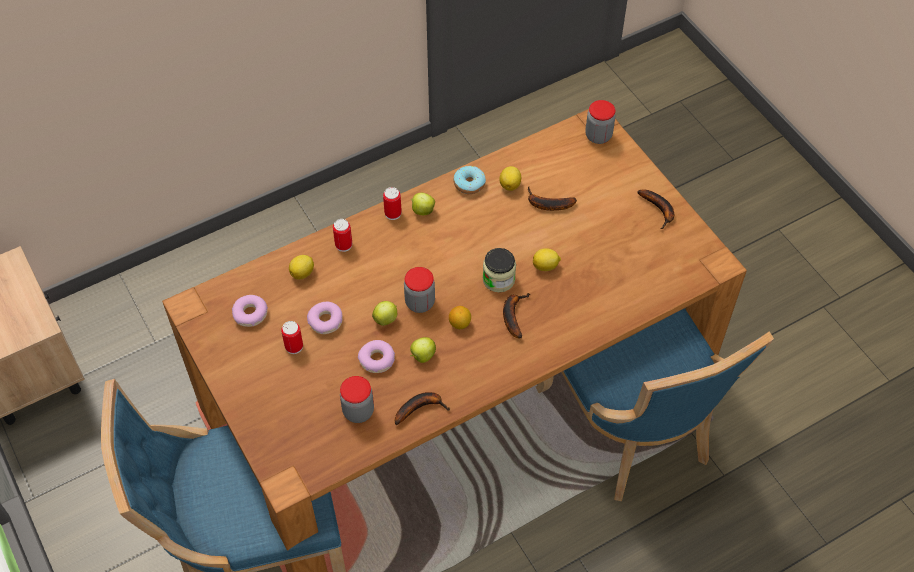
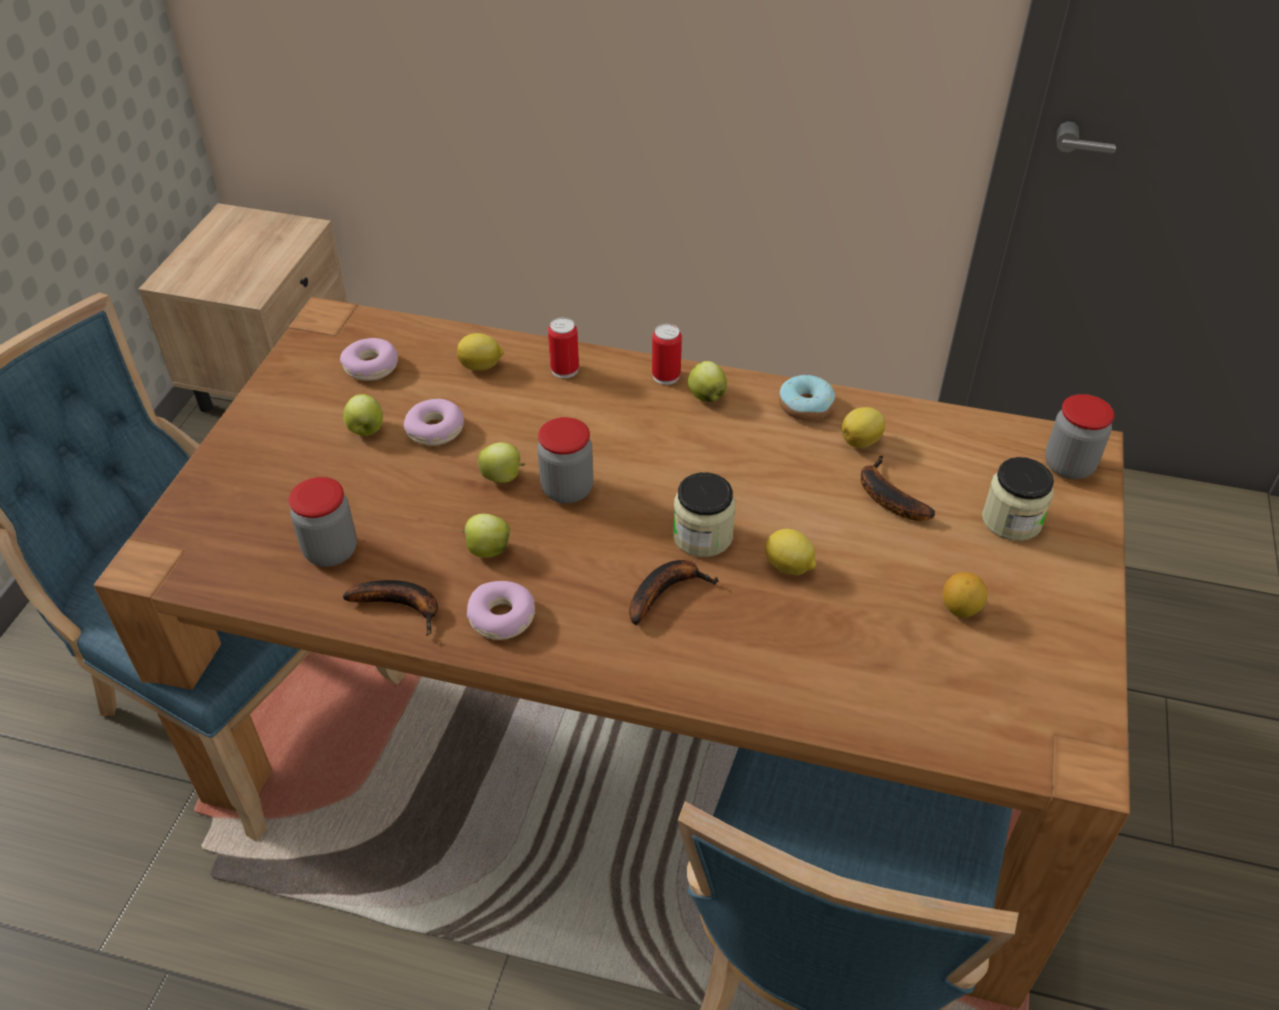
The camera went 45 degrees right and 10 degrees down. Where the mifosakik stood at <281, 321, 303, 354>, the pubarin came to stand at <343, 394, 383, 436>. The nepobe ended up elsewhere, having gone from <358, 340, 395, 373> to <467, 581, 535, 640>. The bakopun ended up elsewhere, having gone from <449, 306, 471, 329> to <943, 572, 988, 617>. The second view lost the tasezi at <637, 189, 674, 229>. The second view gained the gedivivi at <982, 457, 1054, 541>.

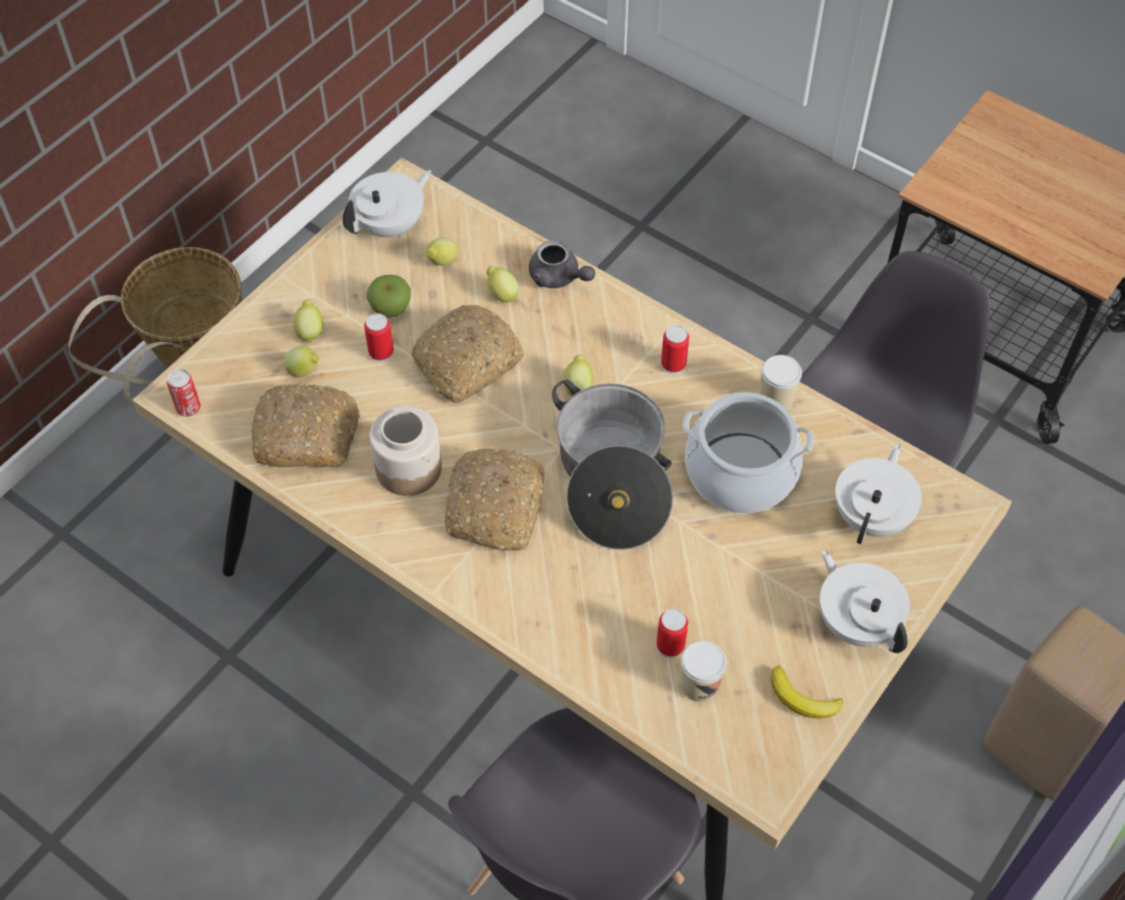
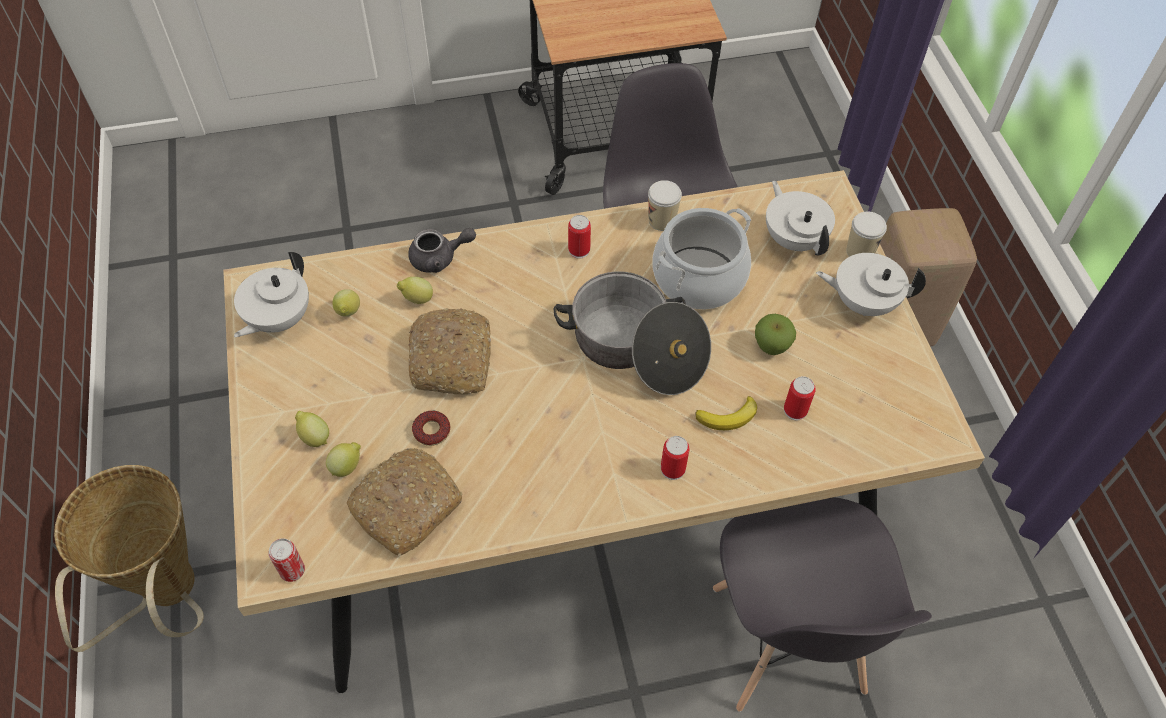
The camera went 50 degrees left and 0 degrees up. The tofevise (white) at <343, 170, 432, 238> ended up facing another way, 150 degrees counterclockwise from before. The mifosakik ended up elsewhere, having gone from <364, 313, 394, 362> to <661, 436, 689, 480>. The pubarin ended up elsewhere, having gone from <367, 275, 411, 318> to <755, 314, 796, 355>. The second view lost the gedivivi at <370, 406, 442, 496>. The second view lost the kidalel at <445, 448, 544, 551>. The second view lost the bakopun at <563, 355, 593, 396>. The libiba ended up elsewhere, having gone from <681, 641, 727, 702> to <846, 211, 887, 257>. The tasezi ended up elsewhere, having gone from <771, 666, 843, 718> to <696, 396, 757, 430>. The second view gained the nepobe at <412, 410, 450, 446>.

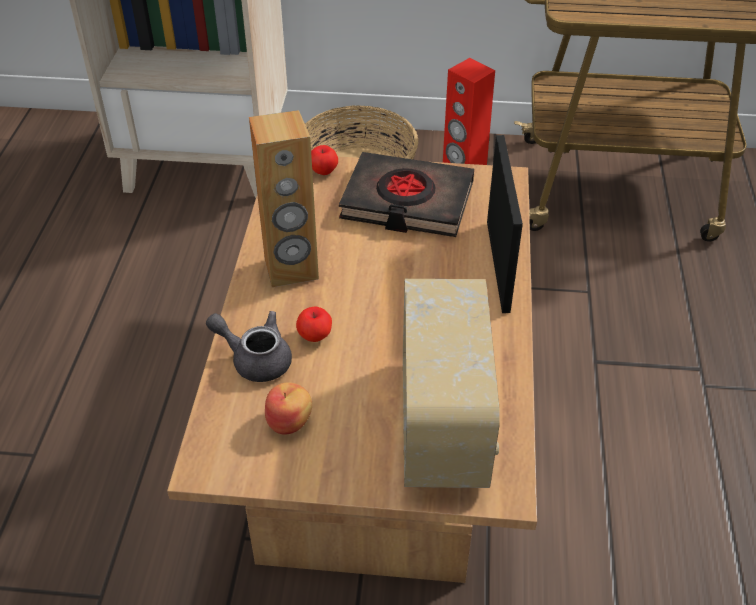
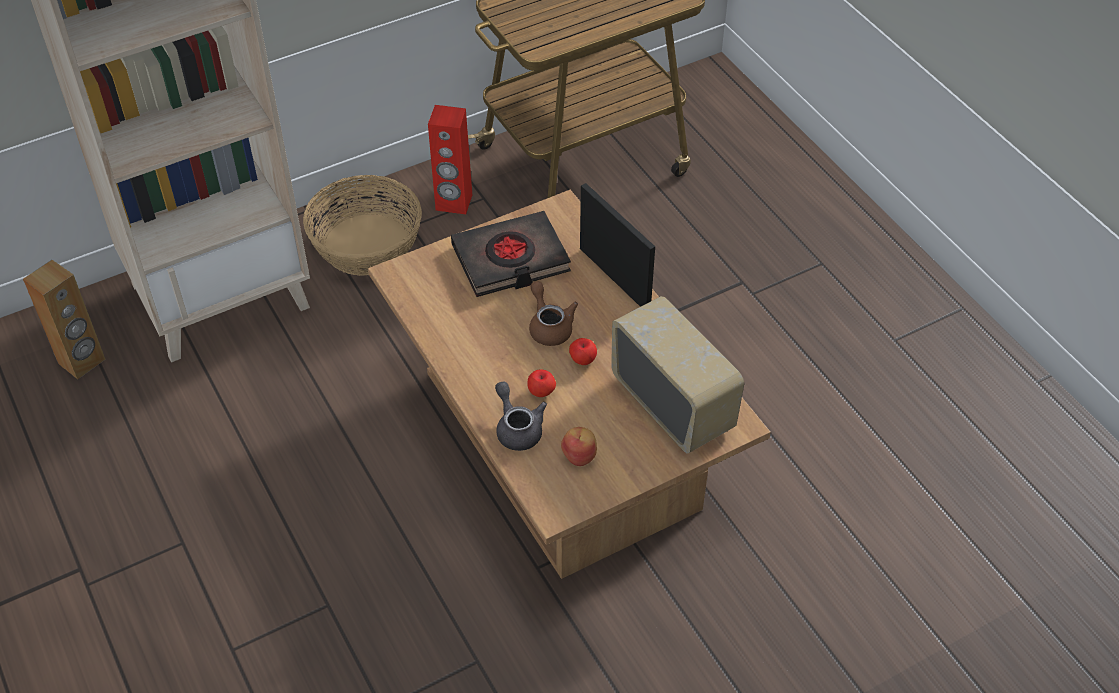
The camera went 35 degrees left and 5 degrees up. The tofevise (grey) at <206, 311, 292, 382> ended up facing another way, 75 degrees clockwise from before. The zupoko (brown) ended up elsewhere, having gone from <249, 110, 319, 287> to <23, 260, 106, 380>. The pubarin ended up elsewhere, having gone from <311, 145, 338, 175> to <569, 338, 597, 365>. The second view gained the tofevise (brown) at <529, 281, 578, 346>.

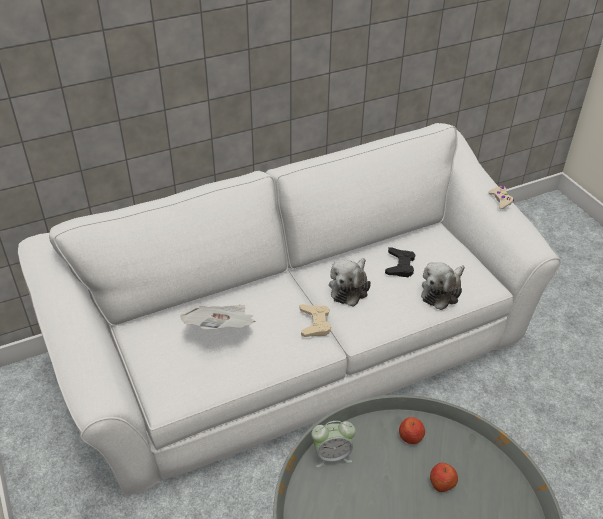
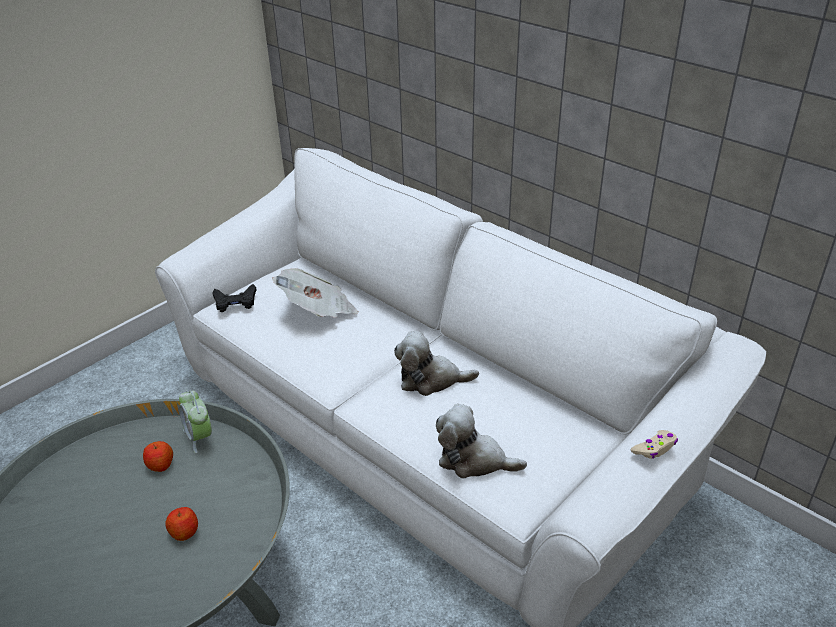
The camera went 70 degrees right and 5 degrees down. The second view lost the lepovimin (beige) at <299, 304, 331, 337>. The lepovimin (black) ended up elsewhere, having gone from <385, 247, 415, 277> to <212, 284, 256, 312>. The pubarin ended up elsewhere, having gone from <399, 417, 425, 444> to <143, 441, 173, 472>.

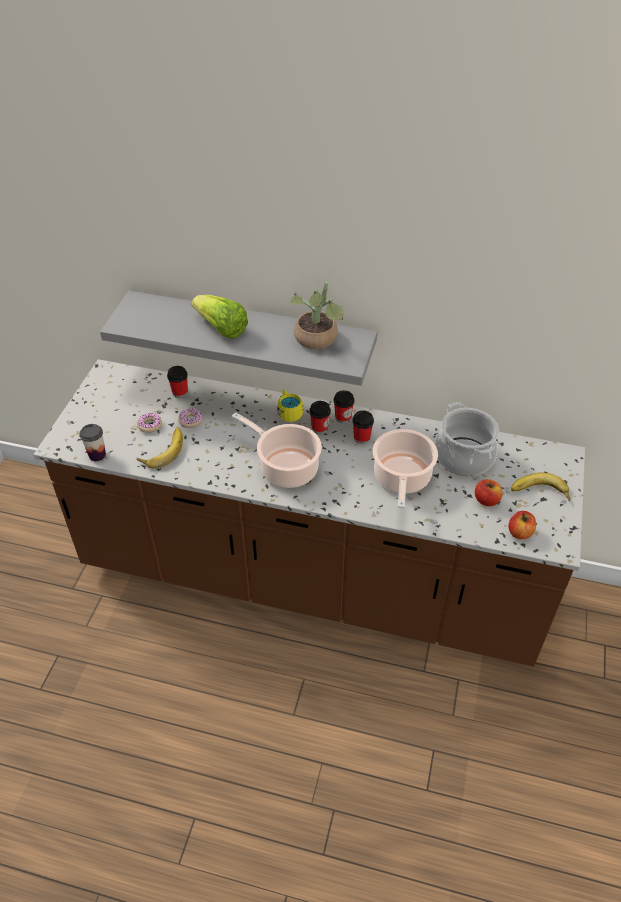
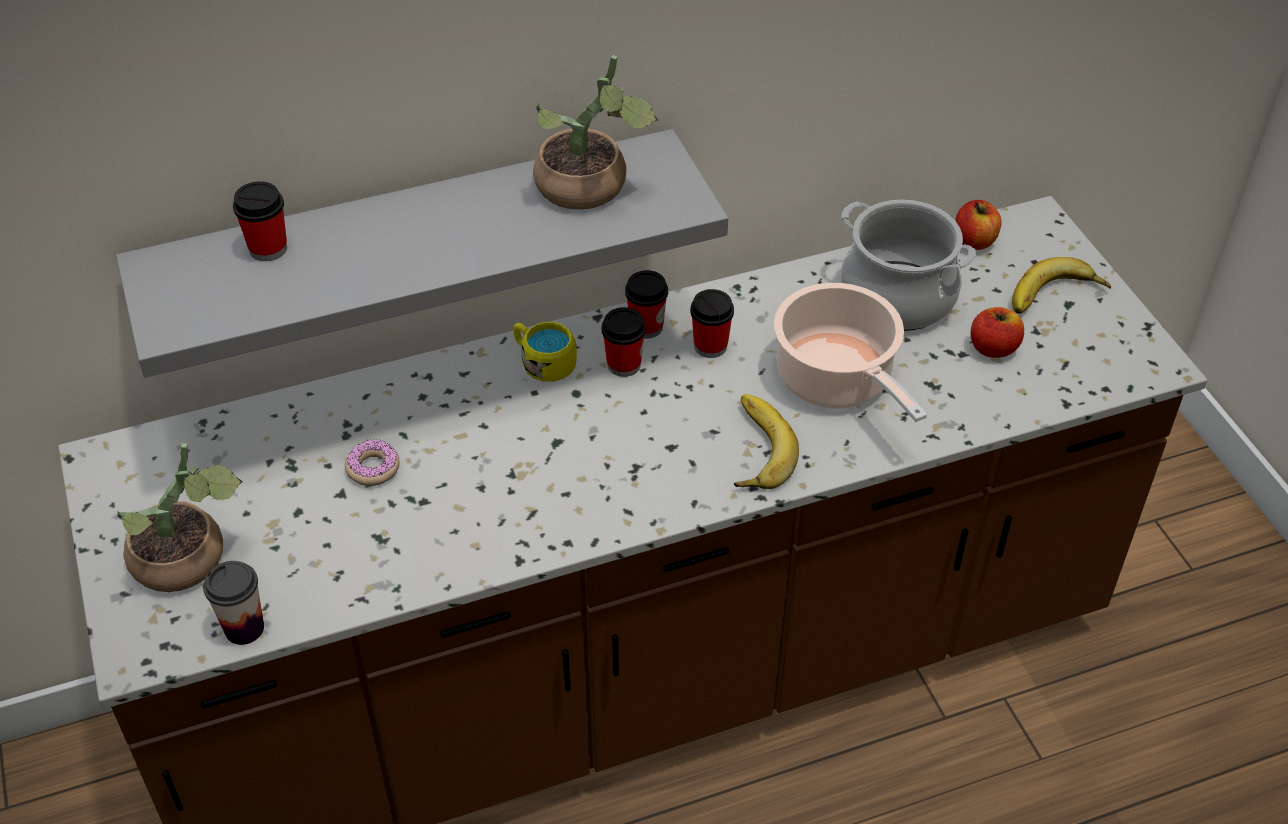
The camera went 35 degrees left and 0 degrees up. The second view lost the nepobe at <137, 413, 162, 433>. The tasezi ended up elsewhere, having gone from <137, 427, 183, 469> to <734, 394, 799, 489>. The libiba ended up elsewhere, having gone from <167, 366, 188, 398> to <233, 181, 287, 261>. The second view lost the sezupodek at <191, 295, 248, 339>. The second view lost the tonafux at <232, 412, 322, 488>. The pubarin ended up elsewhere, having gone from <509, 511, 536, 540> to <955, 200, 1002, 250>. The second view gained the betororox at <117, 443, 243, 592>.

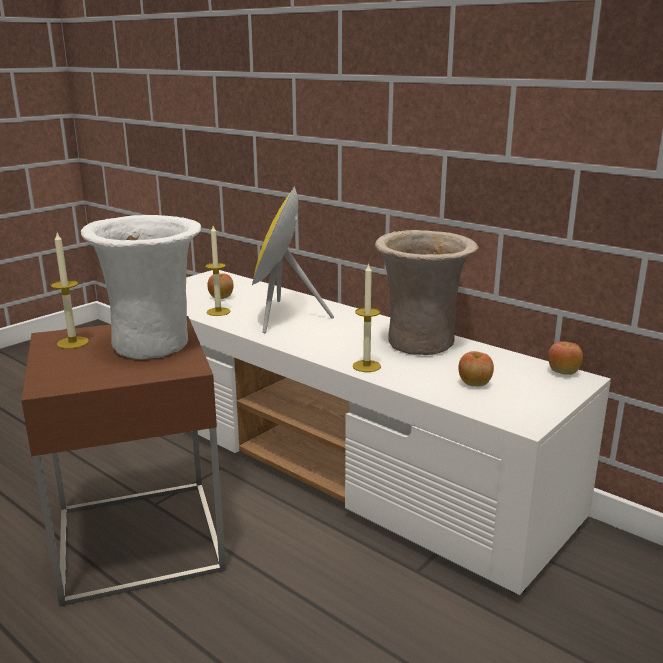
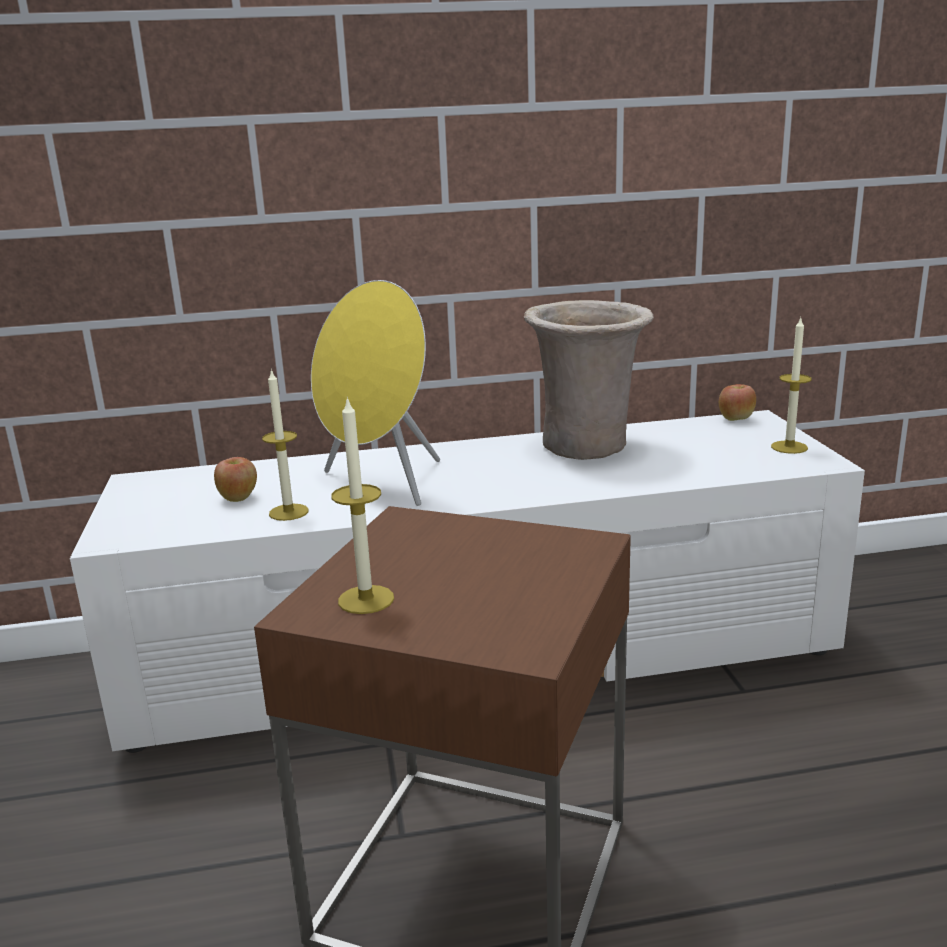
The camera went 50 degrees left and 0 degrees up. The second view lost the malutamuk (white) at <81, 215, 201, 359>. The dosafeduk ended up elsewhere, having gone from <353, 263, 381, 372> to <771, 316, 812, 454>. The second view lost the pubarin at <458, 351, 494, 386>.

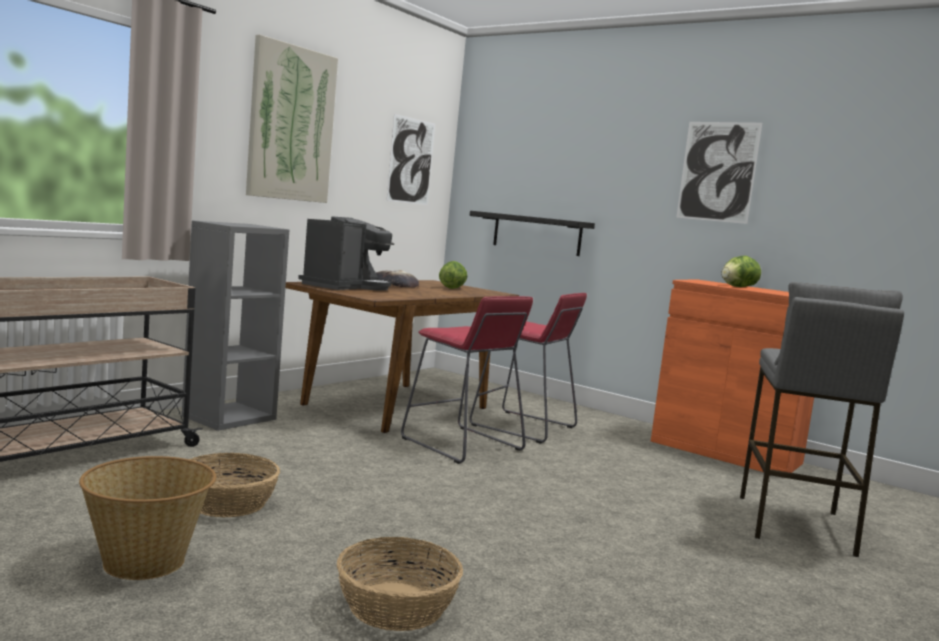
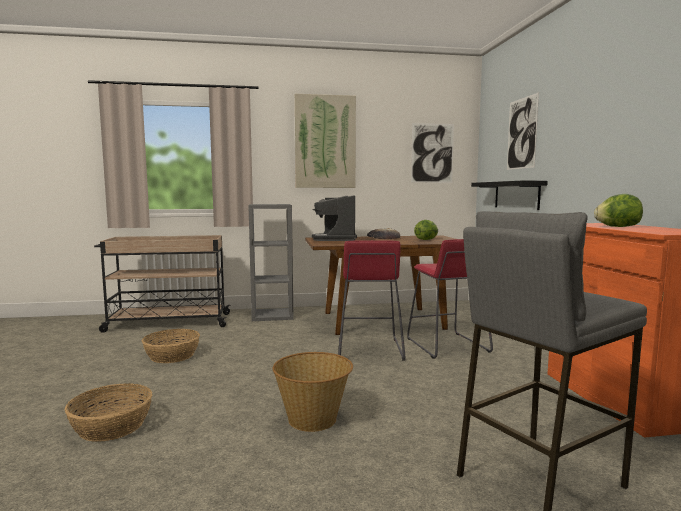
The camera went 45 degrees right and 0 degrees up. The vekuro ended up elsewhere, having gone from <79, 456, 216, 580> to <273, 352, 353, 432>. The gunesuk at <298, 216, 394, 291> ended up facing another way, 105 degrees clockwise from before. The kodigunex ended up elsewhere, having gone from <676, 122, 762, 224> to <507, 92, 539, 170>.

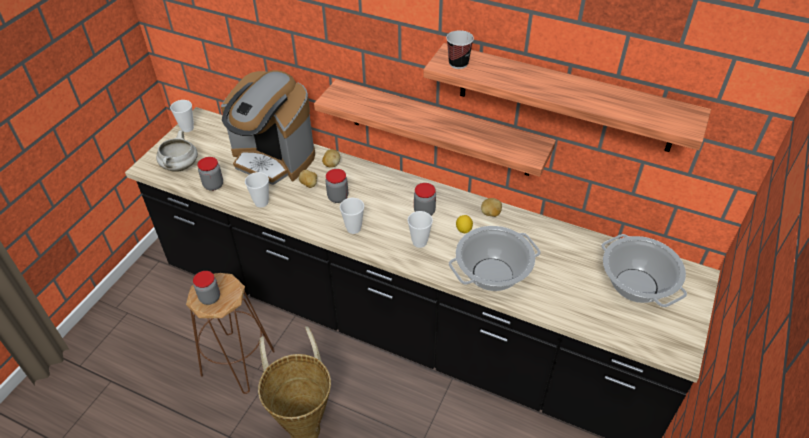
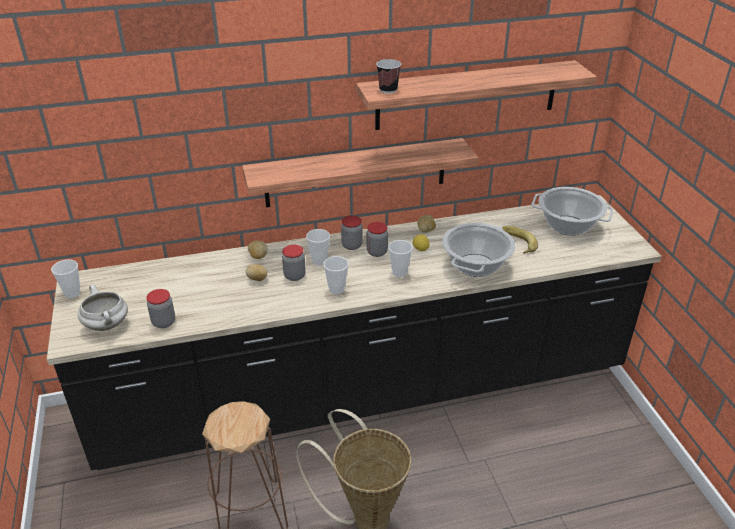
The camera went 40 degrees left and 10 degrees down. The gedivivi ended up elsewhere, having gone from <193, 271, 220, 305> to <341, 215, 363, 250>. The second view lost the gunesuk at <221, 70, 315, 185>. The libiba ended up elsewhere, having gone from <245, 172, 269, 208> to <306, 229, 330, 265>. The second view gained the tasezi at <502, 226, 538, 254>.

